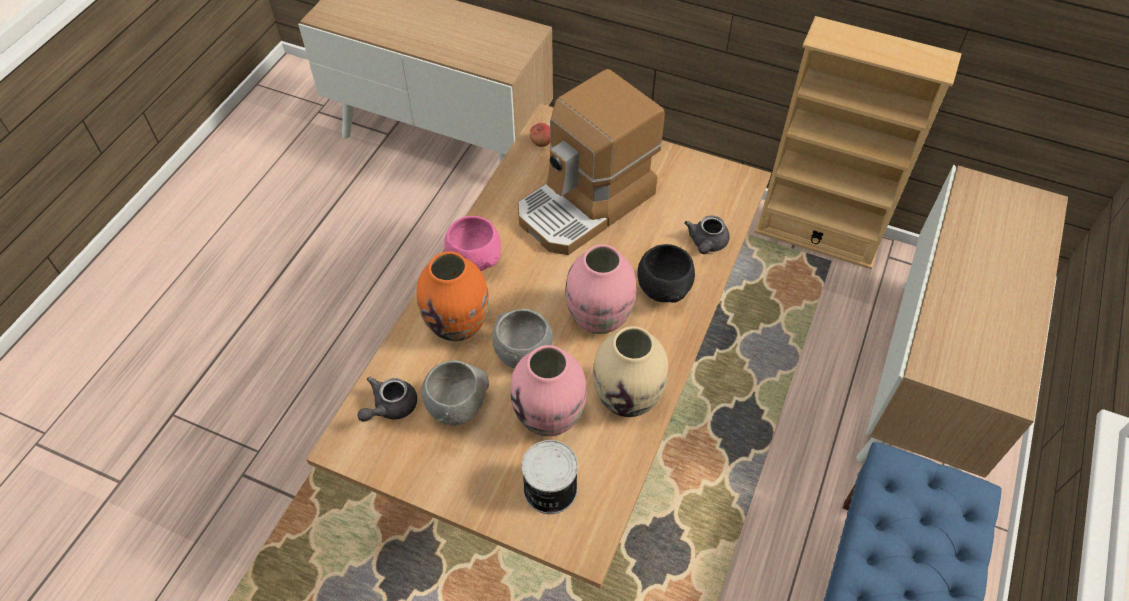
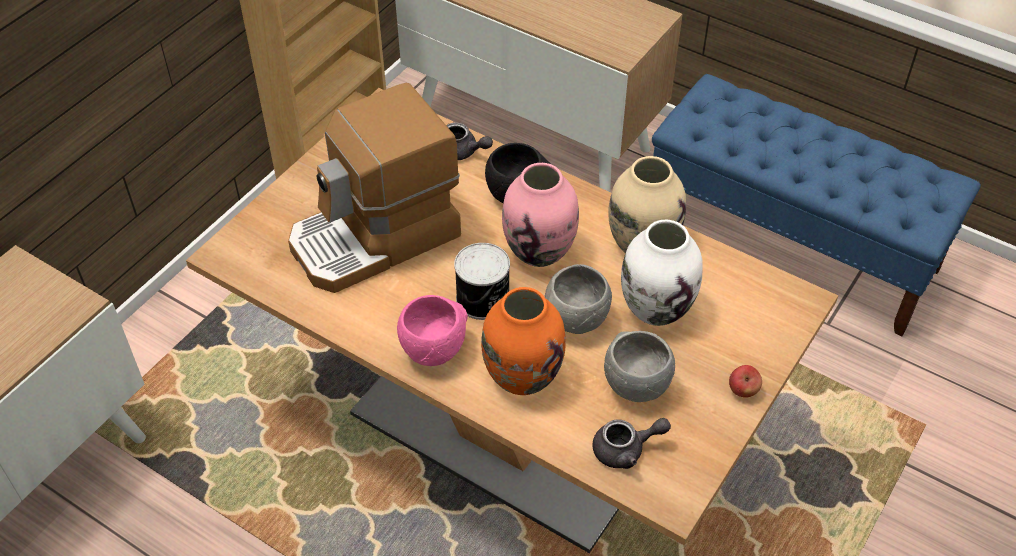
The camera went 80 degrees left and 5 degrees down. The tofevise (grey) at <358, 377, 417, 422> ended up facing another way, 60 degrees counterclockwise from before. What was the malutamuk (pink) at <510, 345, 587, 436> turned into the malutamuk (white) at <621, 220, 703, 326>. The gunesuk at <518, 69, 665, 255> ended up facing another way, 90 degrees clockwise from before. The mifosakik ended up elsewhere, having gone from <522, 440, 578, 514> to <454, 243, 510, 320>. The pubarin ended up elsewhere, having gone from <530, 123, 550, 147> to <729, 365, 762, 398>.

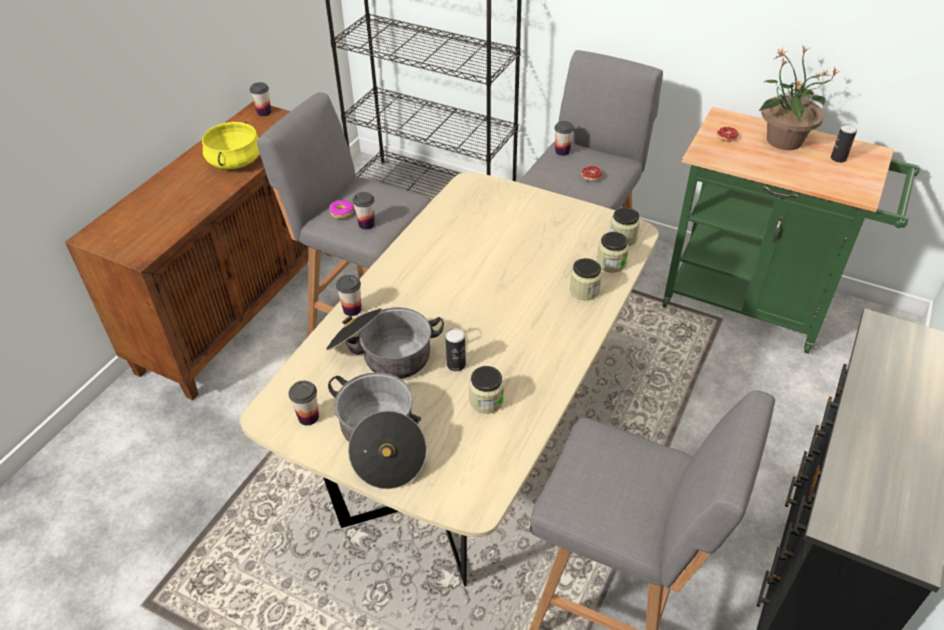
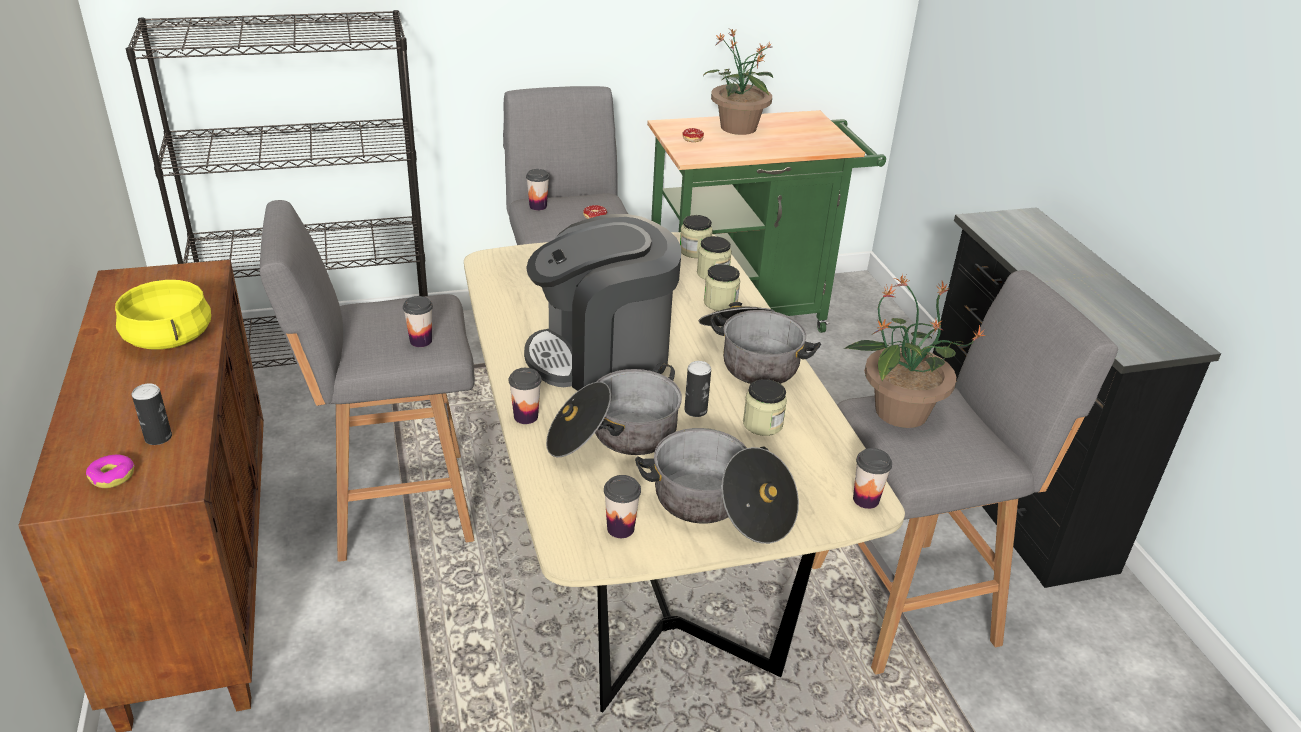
The camera went 45 degrees left and 10 degrees down. The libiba ended up elsewhere, having gone from <250, 82, 271, 116> to <853, 448, 892, 509>. The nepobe ended up elsewhere, having gone from <330, 200, 354, 219> to <86, 455, 135, 488>. The mifosakik ended up elsewhere, having gone from <831, 124, 857, 163> to <132, 384, 172, 445>. The second view gained the gunesuk at <524, 214, 681, 391>. The second view gained the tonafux at <699, 302, 821, 384>. The second view gained the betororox at <844, 274, 986, 428>.

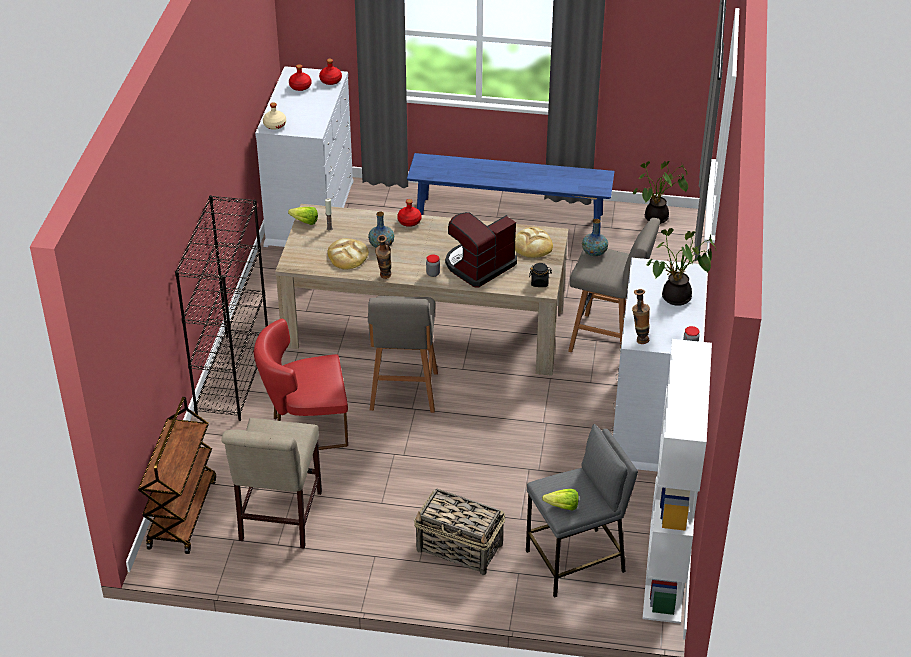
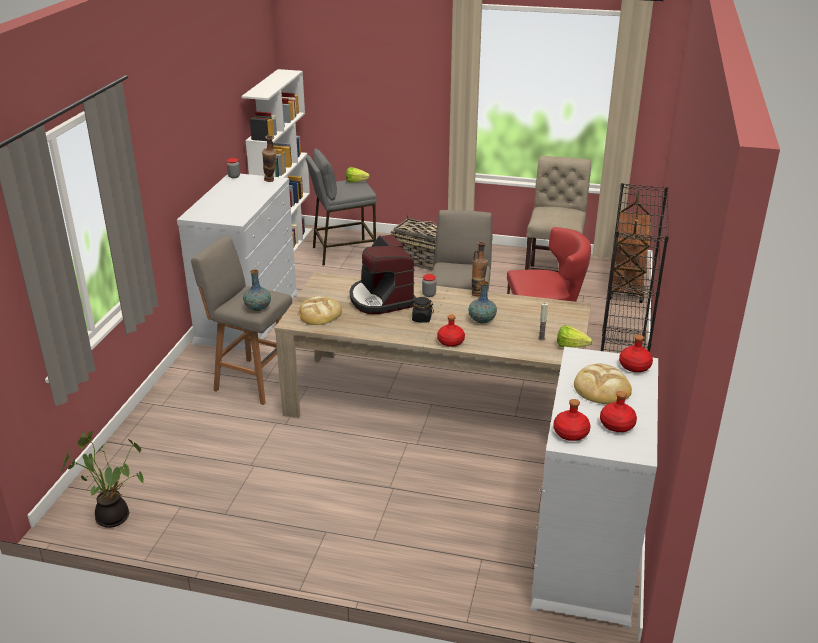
The camera went 175 degrees left and 10 degrees down. What was the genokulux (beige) at <263, 102, 286, 130> turned into the genokulux (red) at <619, 335, 653, 372>. The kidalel ended up elsewhere, having gone from <327, 238, 369, 270> to <574, 363, 632, 404>. The second view lost the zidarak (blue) at <407, 153, 615, 233>. The gunesuk at <445, 212, 517, 287> ended up facing another way, 105 degrees clockwise from before. The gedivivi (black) ended up elsewhere, having gone from <529, 263, 552, 287> to <410, 297, 434, 323>. The second view lost the betororox at <647, 228, 716, 306>.

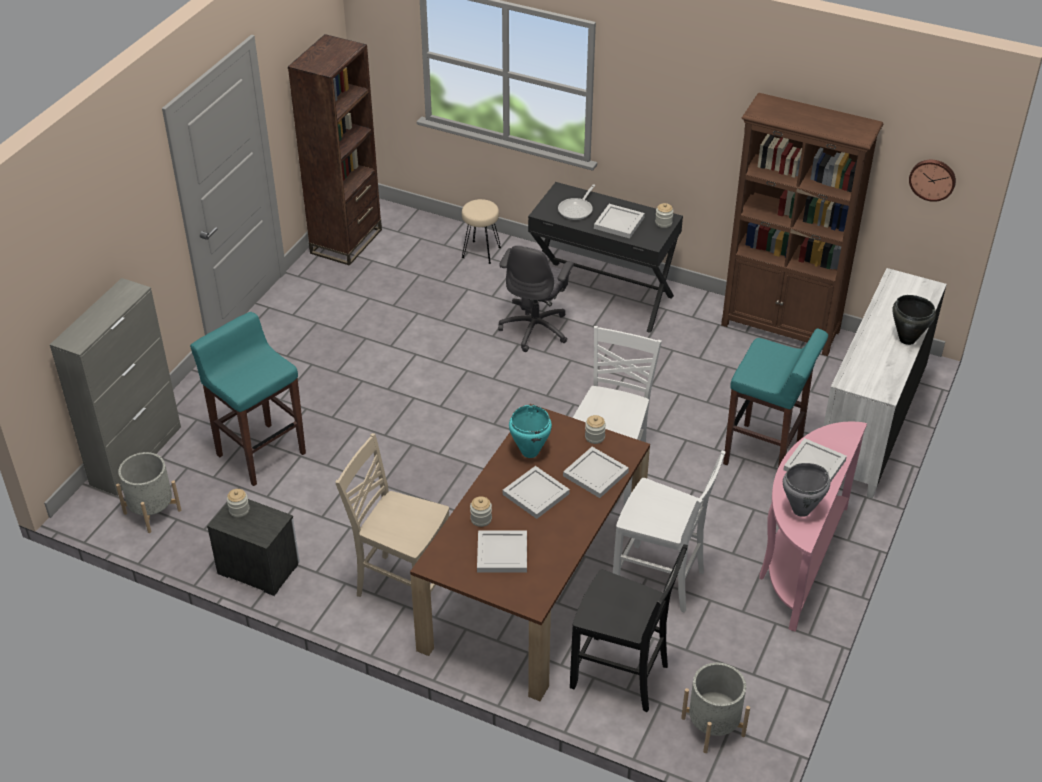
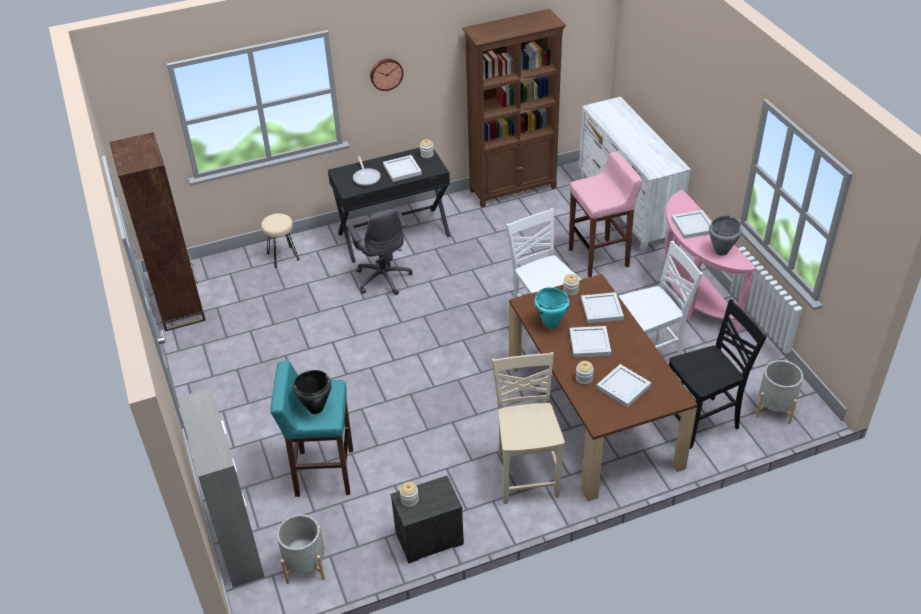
The camera went 45 degrees left and 0 degrees up. The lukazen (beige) at <335, 433, 449, 597> ended up facing another way, 105 degrees clockwise from before. What was the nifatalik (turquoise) at <723, 328, 828, 468> turned into the nifatalik (pink) at <569, 152, 643, 277>. The tonafux (black) ended up elsewhere, having gone from <892, 295, 936, 345> to <293, 370, 332, 414>. The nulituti ended up elsewhere, having gone from <909, 160, 956, 202> to <370, 59, 403, 91>.

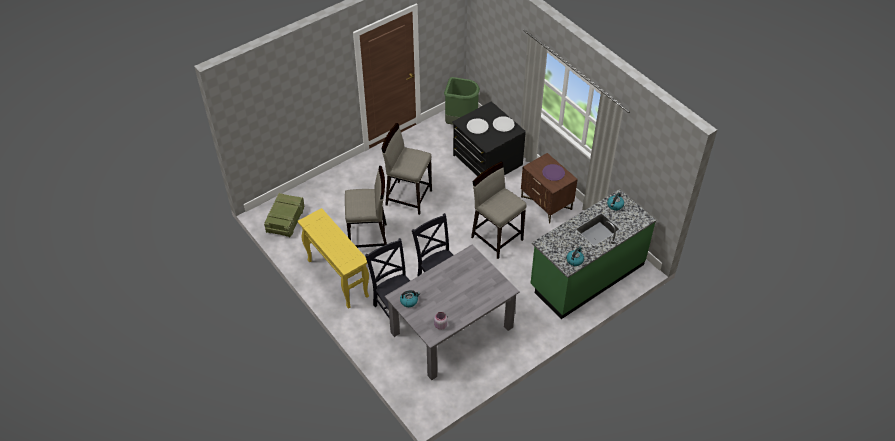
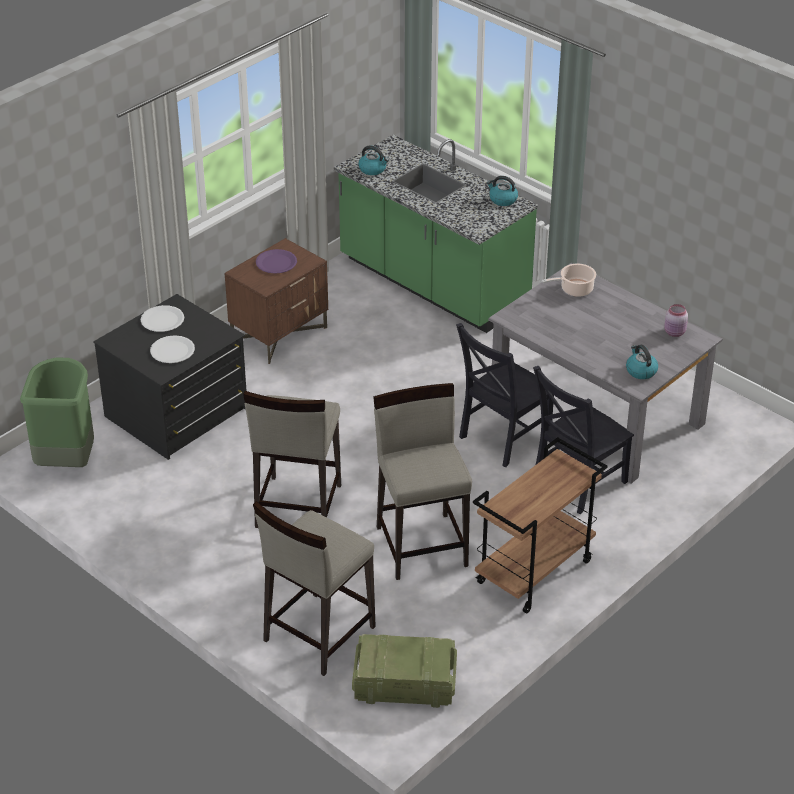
The camera went 100 degrees left and 10 degrees down. Where the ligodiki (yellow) stood at <298, 208, 369, 309>, the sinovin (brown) came to stand at <473, 437, 607, 613>. The nifatalik (beige) ended up elsewhere, having gone from <471, 161, 526, 259> to <253, 501, 376, 676>. The second view gained the tonafux at <542, 264, 596, 297>.

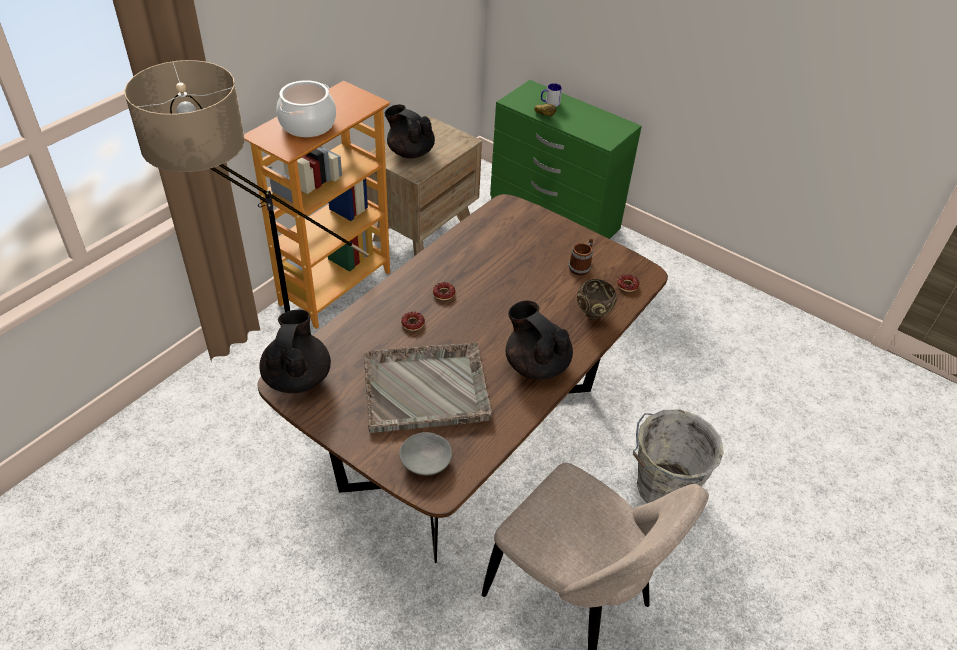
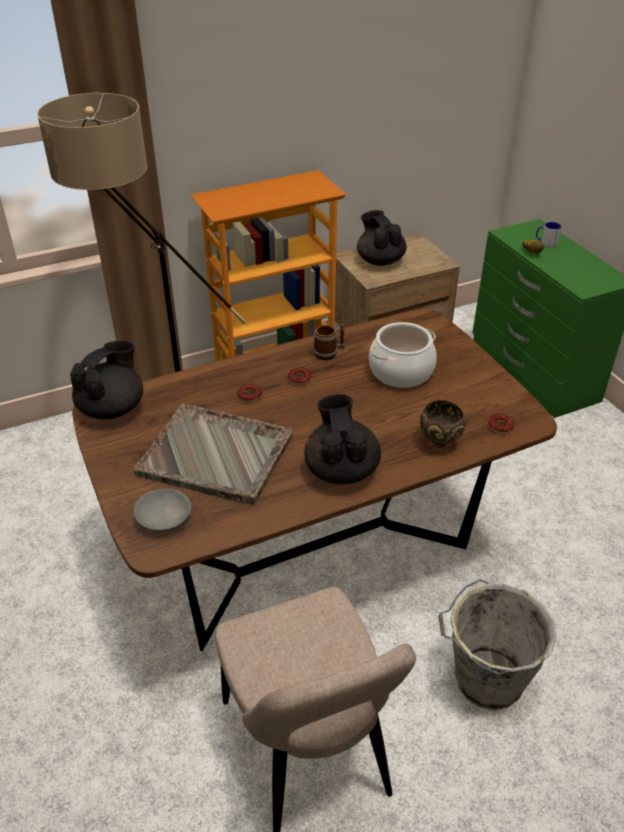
The camera went 30 degrees right and 5 degrees down. The tonafux ended up elsewhere, having gone from <276, 80, 336, 137> to <369, 322, 436, 388>. The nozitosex ended up elsewhere, having gone from <569, 238, 594, 275> to <313, 324, 345, 360>.

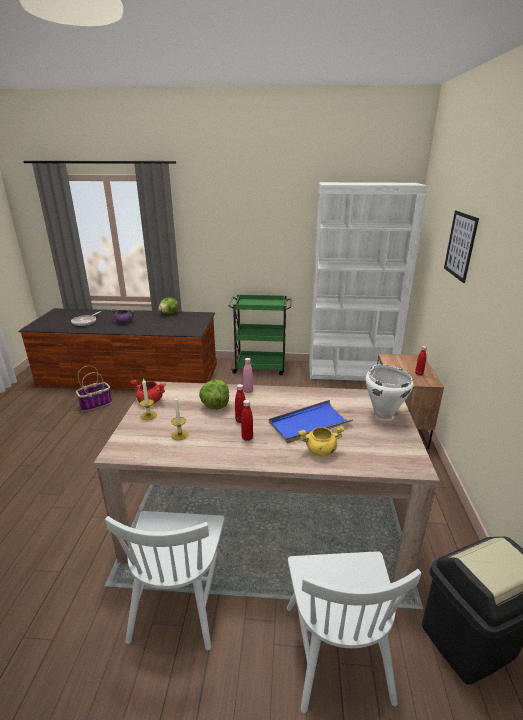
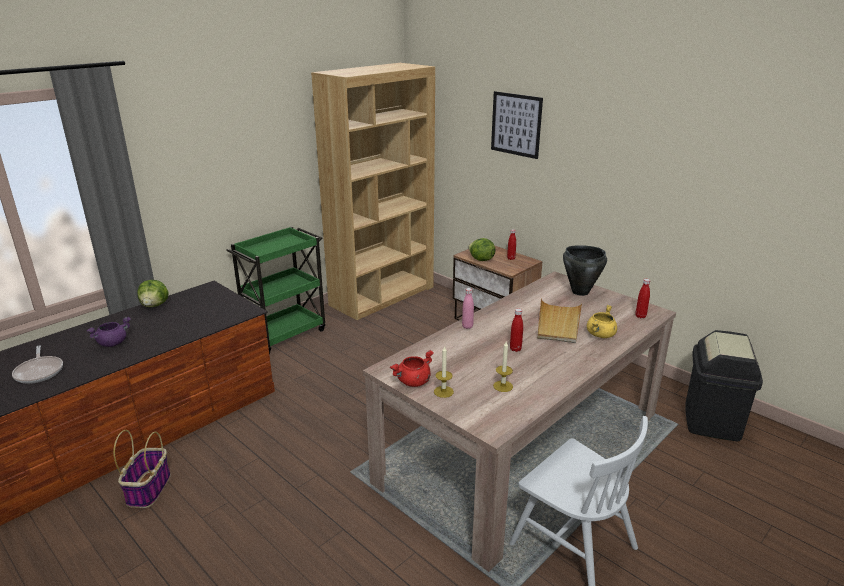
The camera went 50 degrees left and 0 degrees up. The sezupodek ended up elsewhere, having gone from <199, 380, 229, 410> to <468, 238, 495, 261>. The genokulux (red) ended up elsewhere, having gone from <241, 400, 253, 441> to <635, 279, 650, 318>. What was the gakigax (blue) at <269, 400, 353, 443> turned into the gakigax (beige) at <537, 299, 582, 343>. The second view lost the lukazen (white) at <287, 551, 421, 713>. What was the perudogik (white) at <309, 182, 428, 381> turned into the perudogik (brown) at <311, 63, 435, 320>. What was the tonafux (white) at <366, 364, 413, 420> turned into the tonafux (black) at <563, 245, 607, 296>.

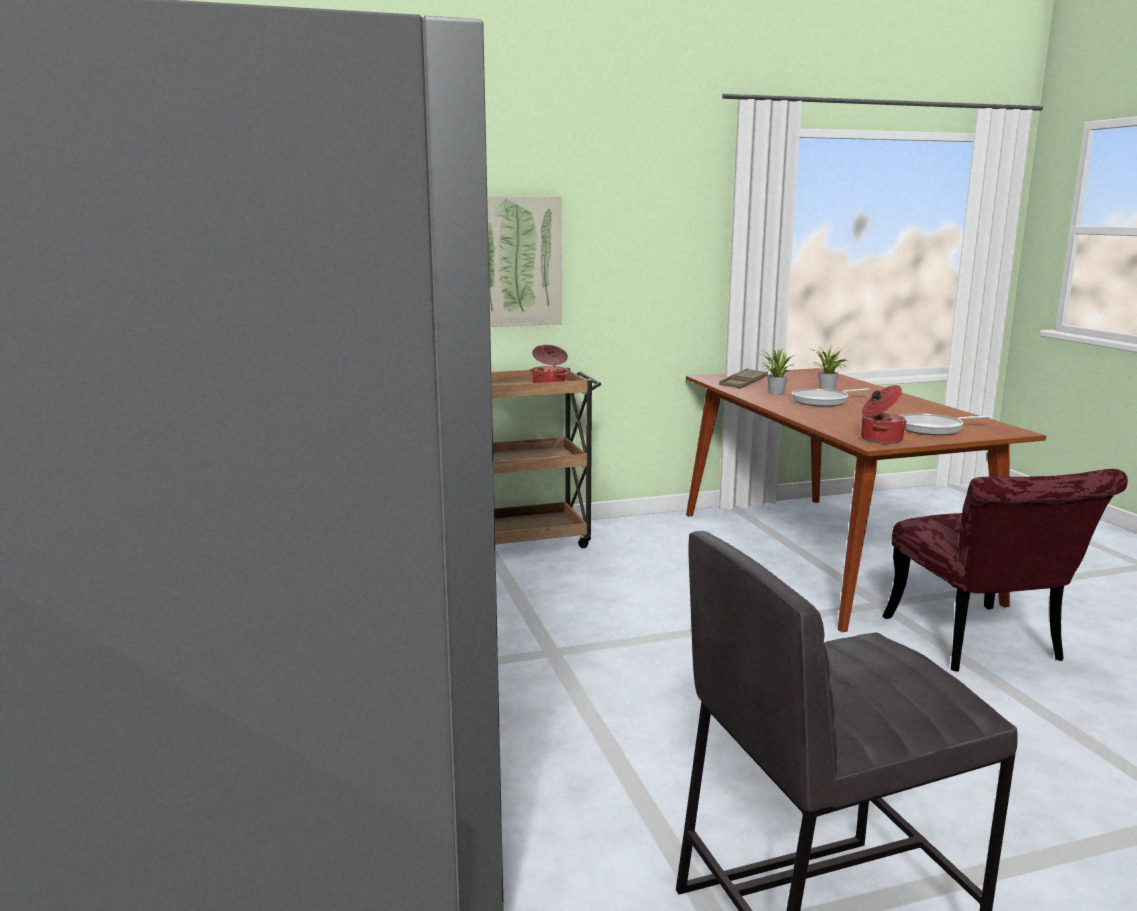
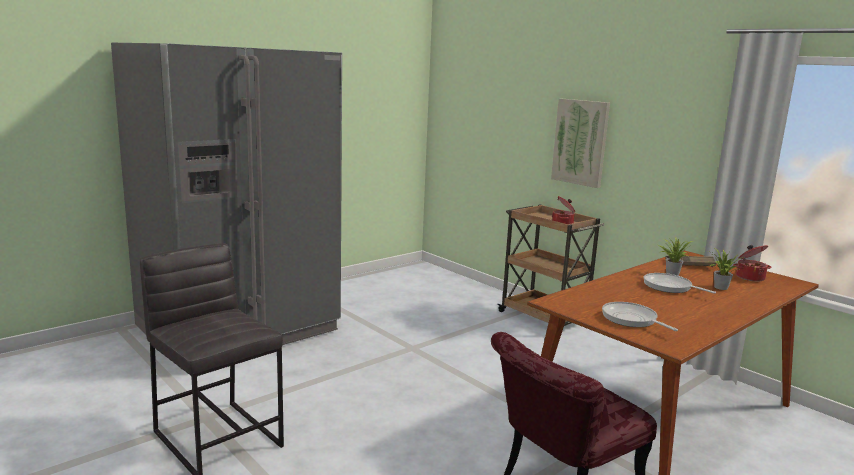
The camera went 65 degrees right and 0 degrees up. The tonafux ended up elsewhere, having gone from <861, 385, 907, 444> to <733, 245, 771, 282>.

